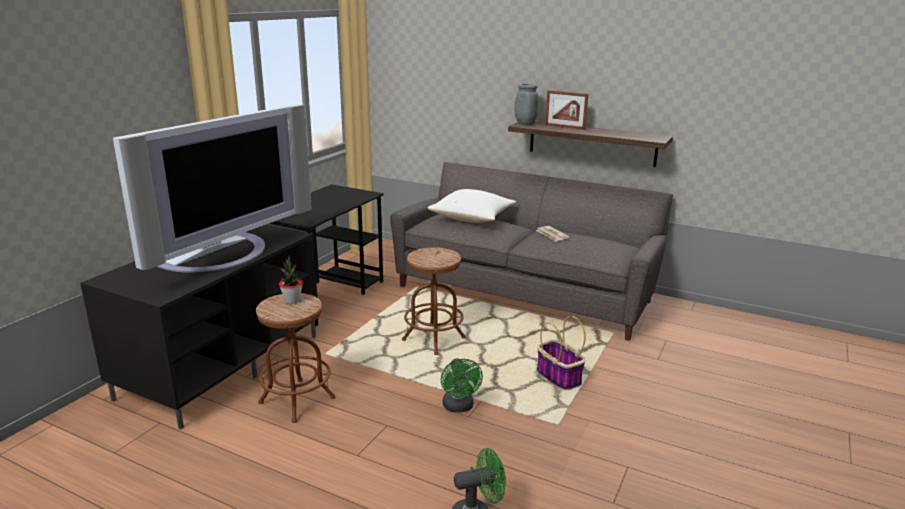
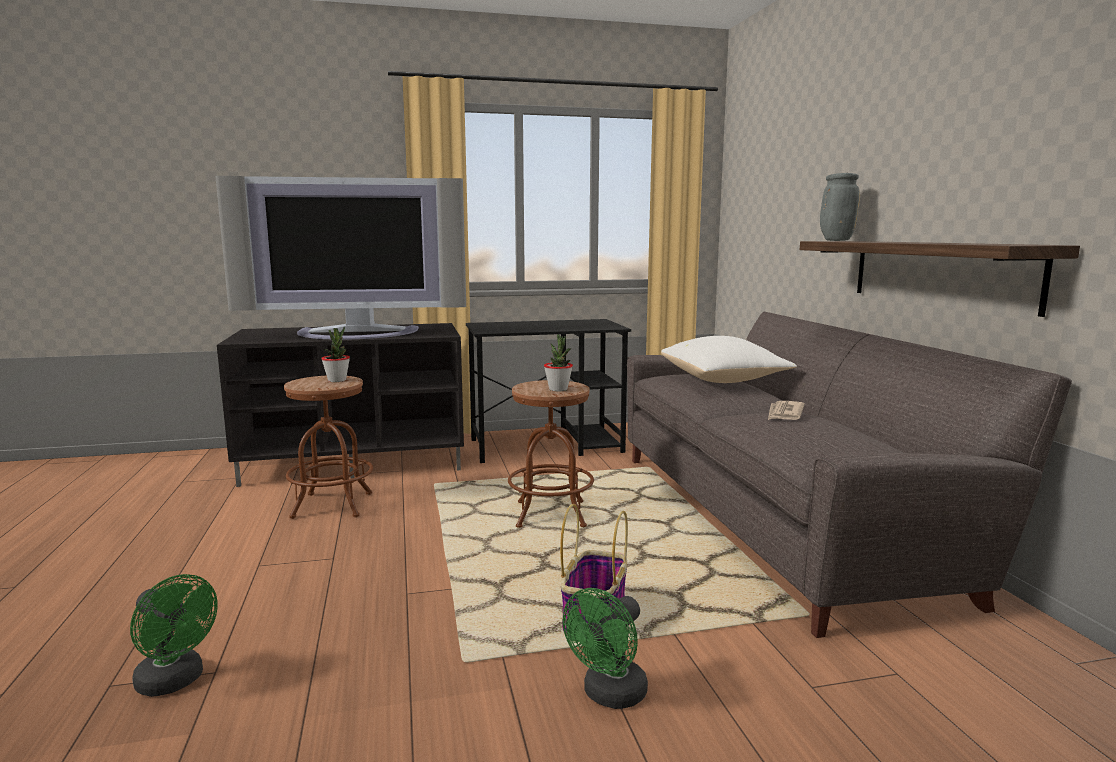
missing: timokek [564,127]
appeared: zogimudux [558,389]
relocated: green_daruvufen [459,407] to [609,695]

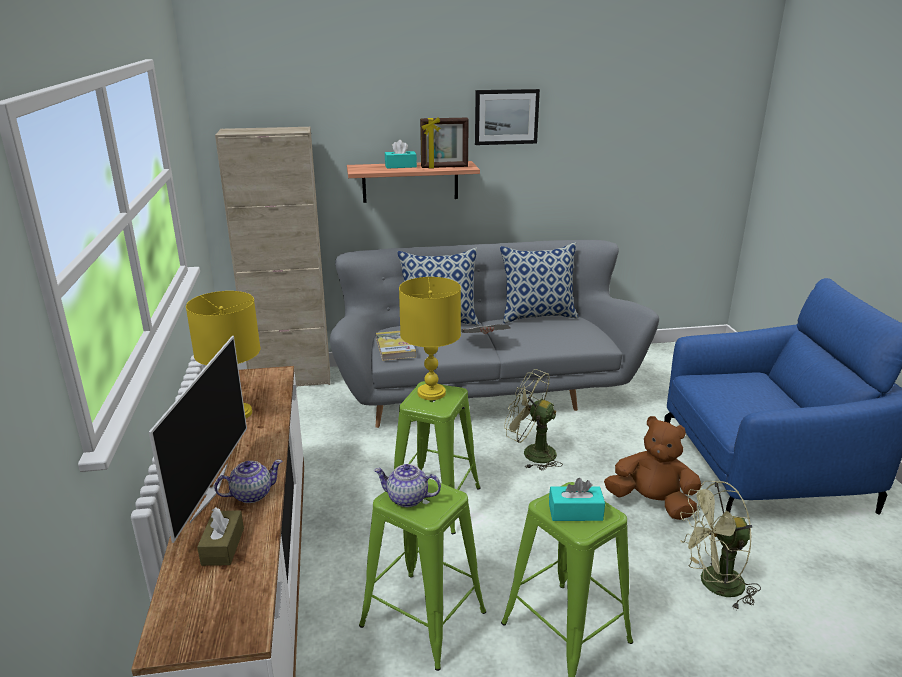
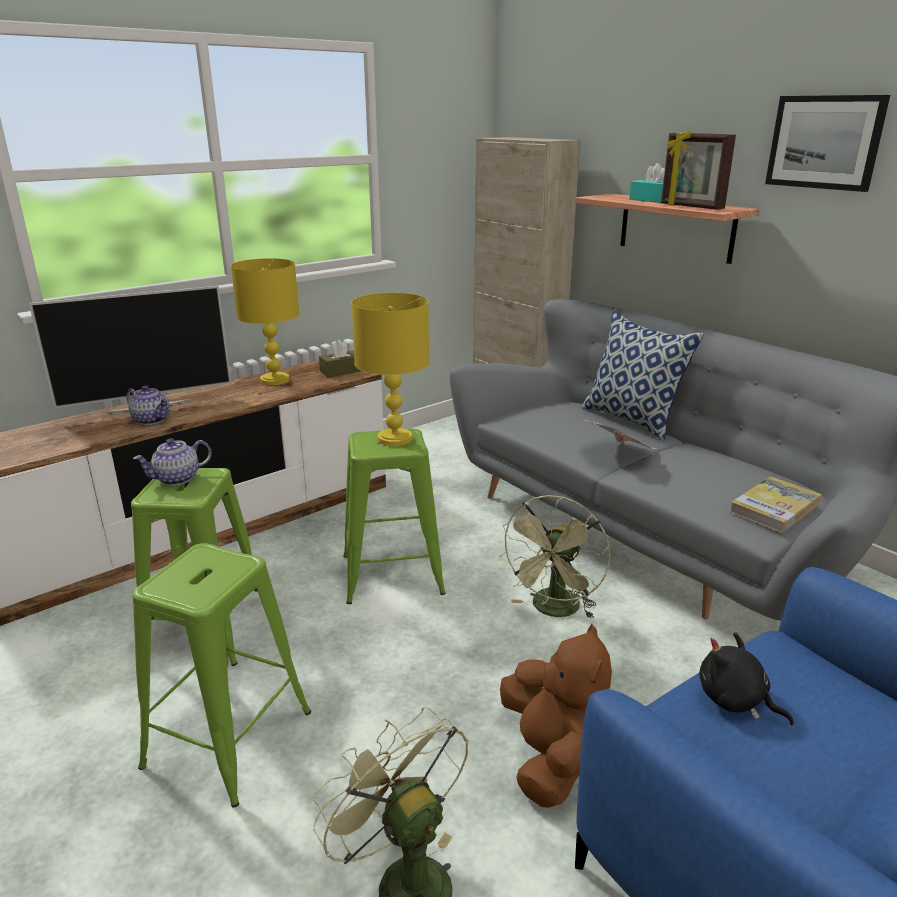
missing: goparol [538,316]; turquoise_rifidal [575,512]
appeared: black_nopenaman [735,700]
relocated: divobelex [395,348] to [774,508]; brown_rifidal [223,546] to [341,371]
spun: green_daruvufen [531,453] = [554,610] 150 degrees counterclockwise; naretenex [407,499] = [177,479] 105 degrees counterclockwise

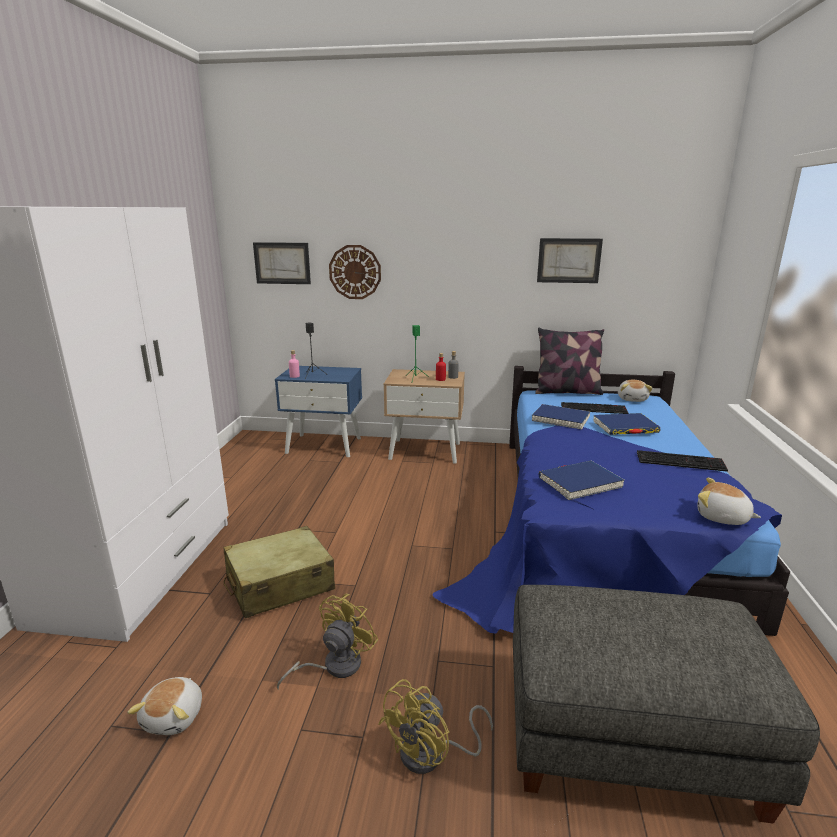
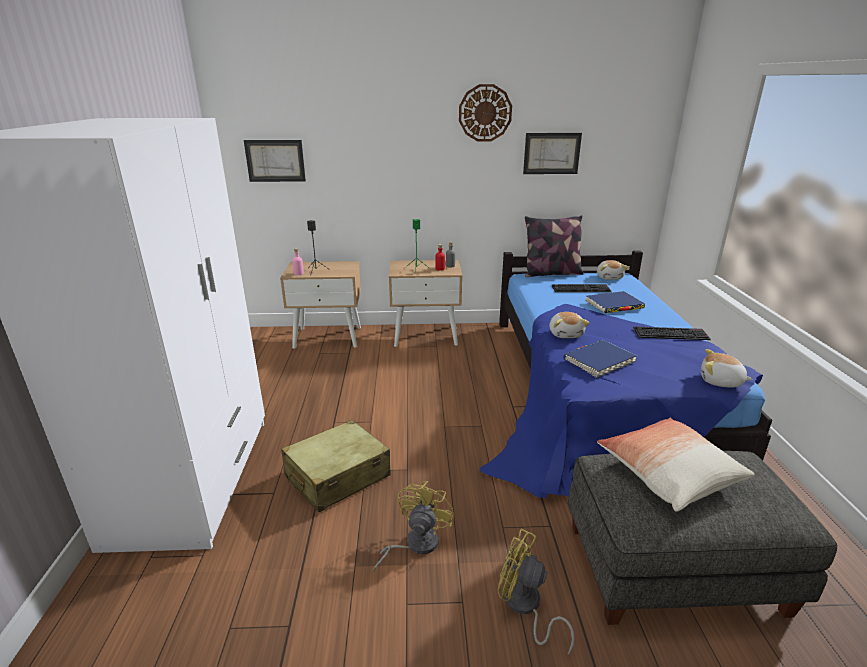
missing: blue_divobelex [560,419]
appeared: goparol [668,474]
relocated: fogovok [355,272] to [485,113]; nopenaman [175,717] to [566,334]
colour: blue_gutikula [324,445] to beige_gutikula [328,337]
spun: yellow_daruvufen [432,754] = [525,607] 90 degrees clockwise

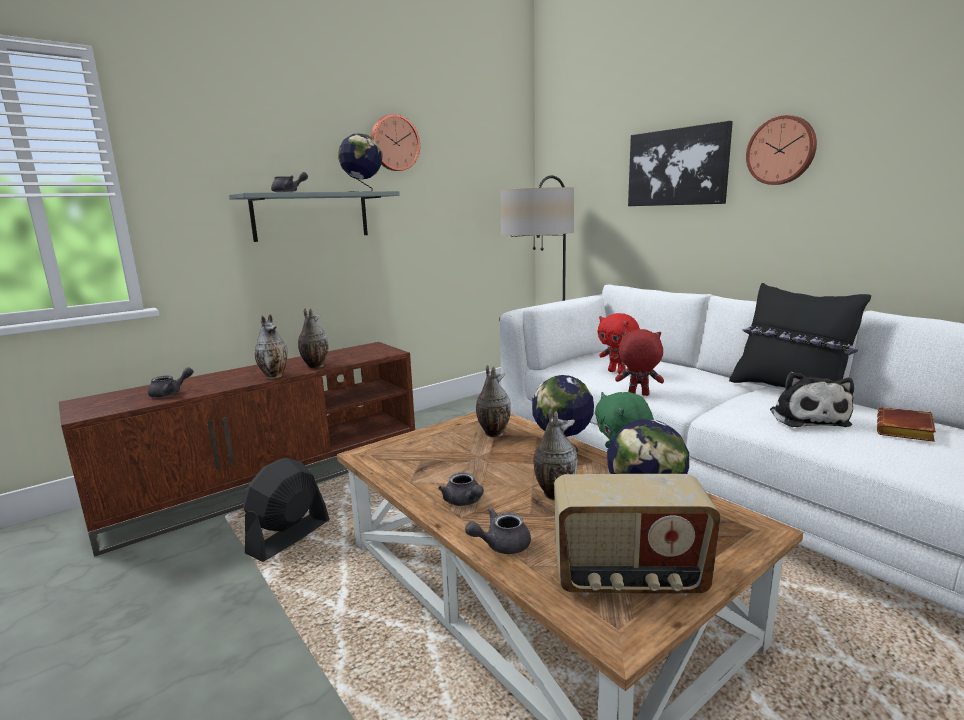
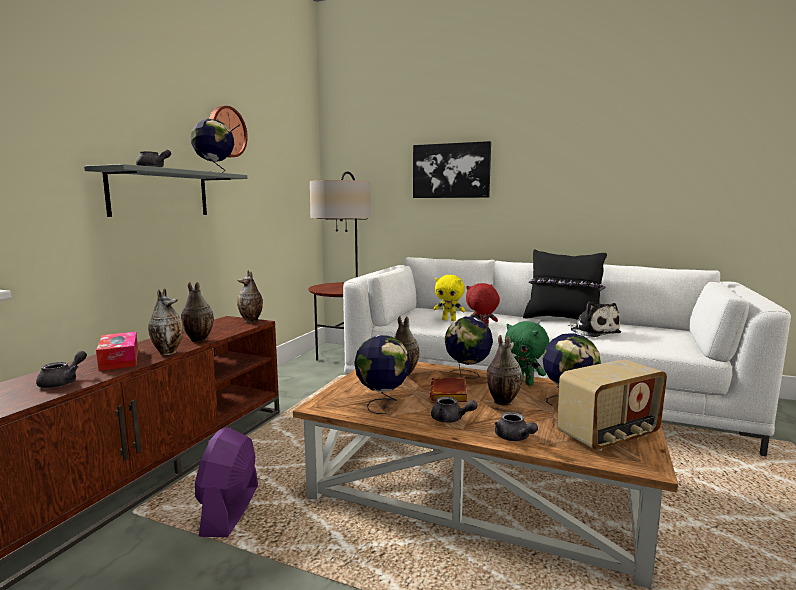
missing: fogovok [781,150]
appeared: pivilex [251,321]; rifidal [119,359]; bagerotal [382,404]
relocated: brown_divobelex [906,431] to [450,395]
colour: red_nopenaman [617,372] to yellow_nopenaman [449,320]; black_daruvufen [288,537] to purple_daruvufen [230,510]
spun: grey_naretenex [501,545] = [514,438] 60 degrees counterclockwise

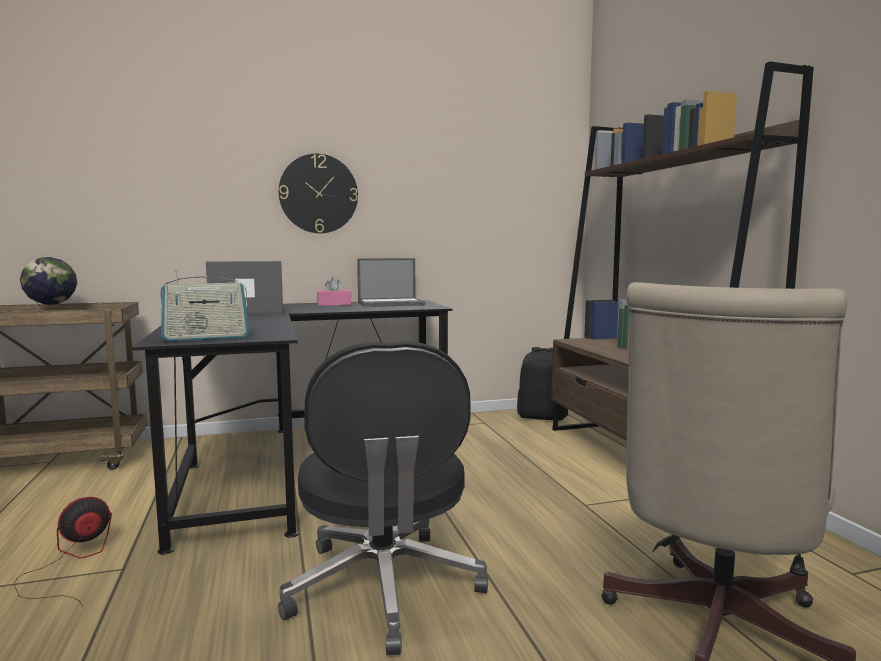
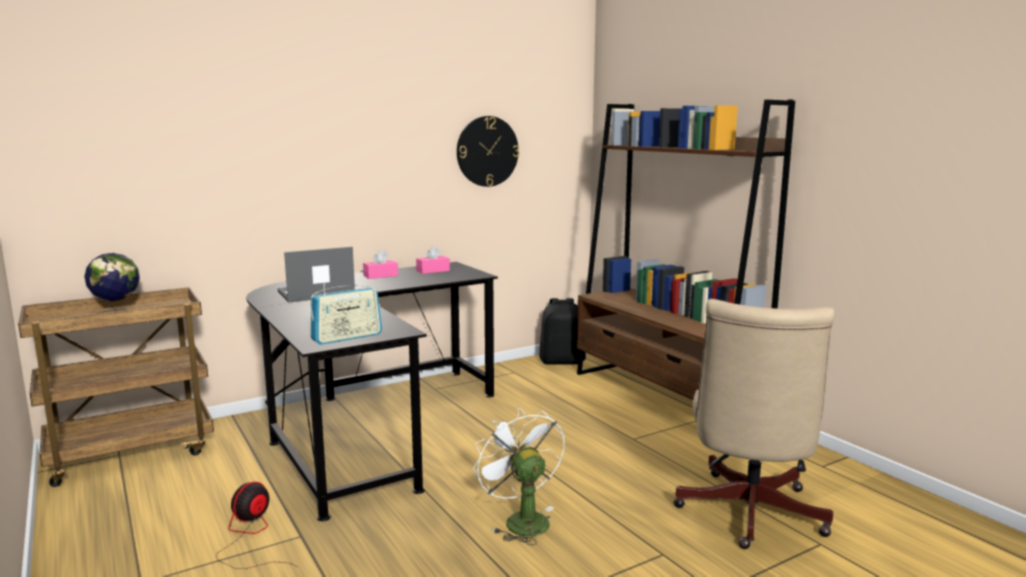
relocated: fogovok [318,194] to [487,151]
exchanged: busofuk [391,303] to pink_rifidal [433,271]; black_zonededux [384,588] to white_daruvufen [520,520]

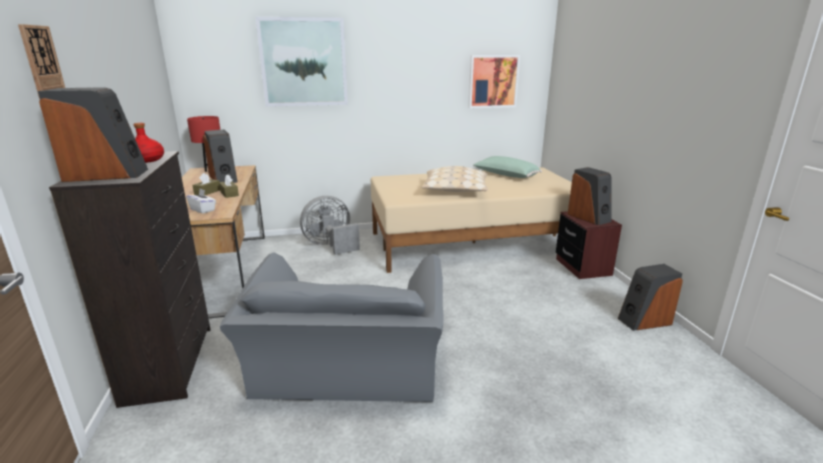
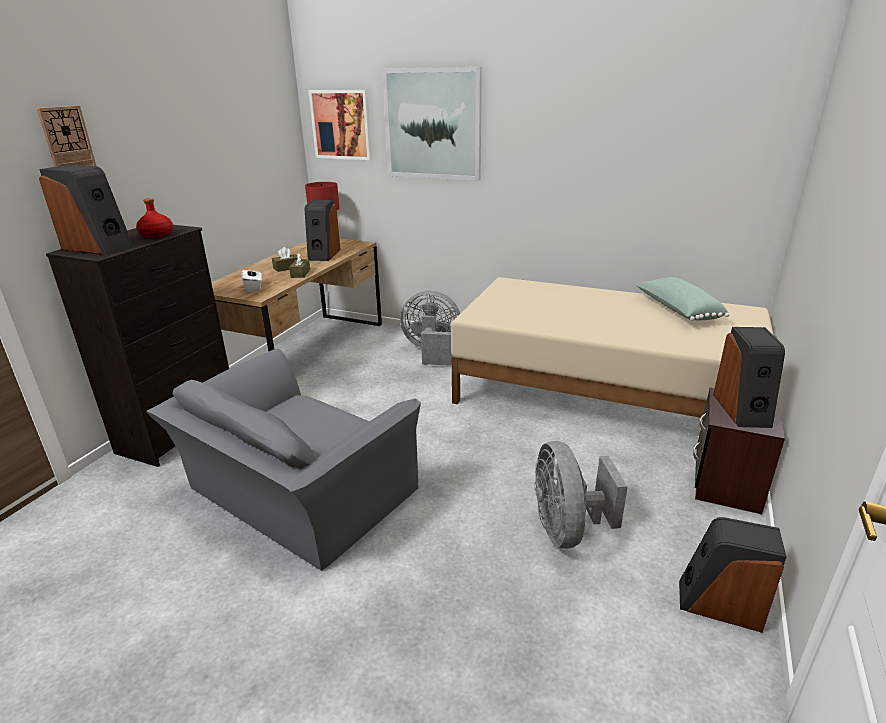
missing: beige_goparol [455,190]
appeared: grey_daruvufen [567,529]
relocated: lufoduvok [493,81] to [341,125]

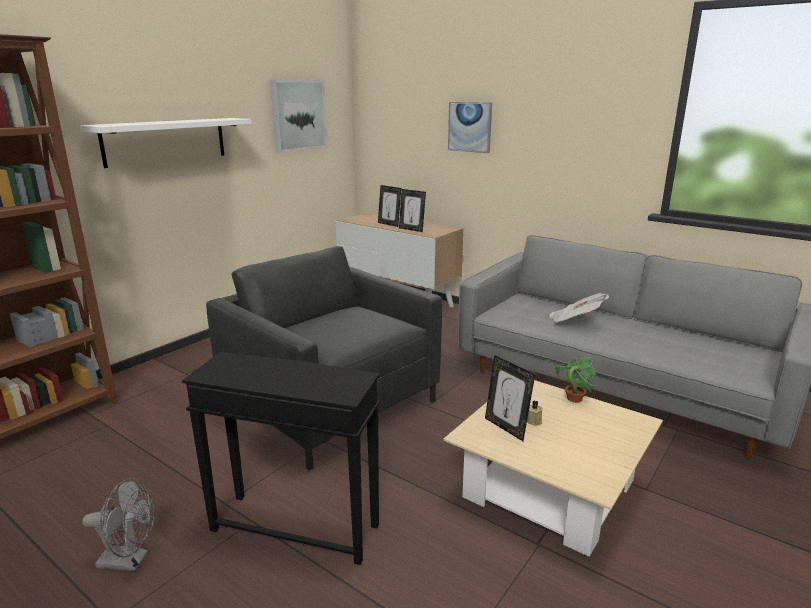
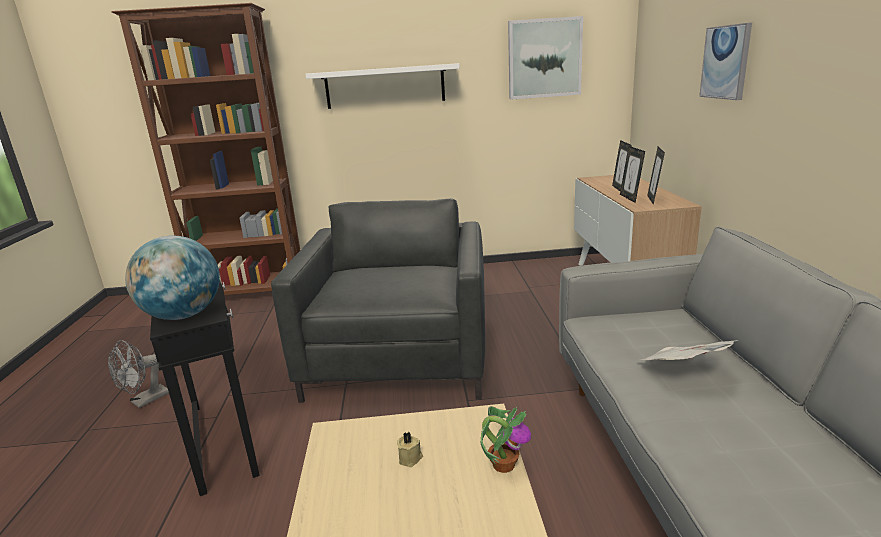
appeared: bagerotal [183,315]
relocated: timokek [506,428] to [653,199]
spun: grey_daruvufen [130,560] = [145,401] 75 degrees clockwise

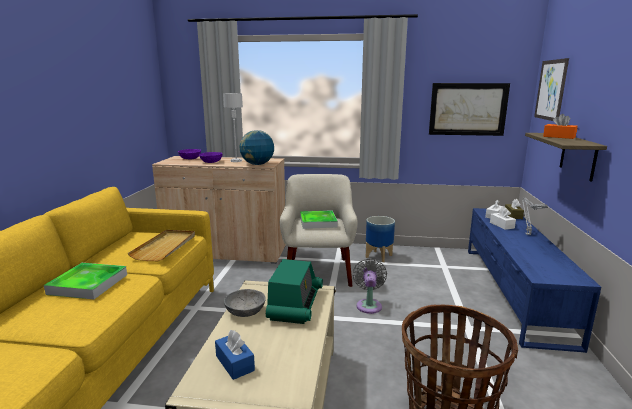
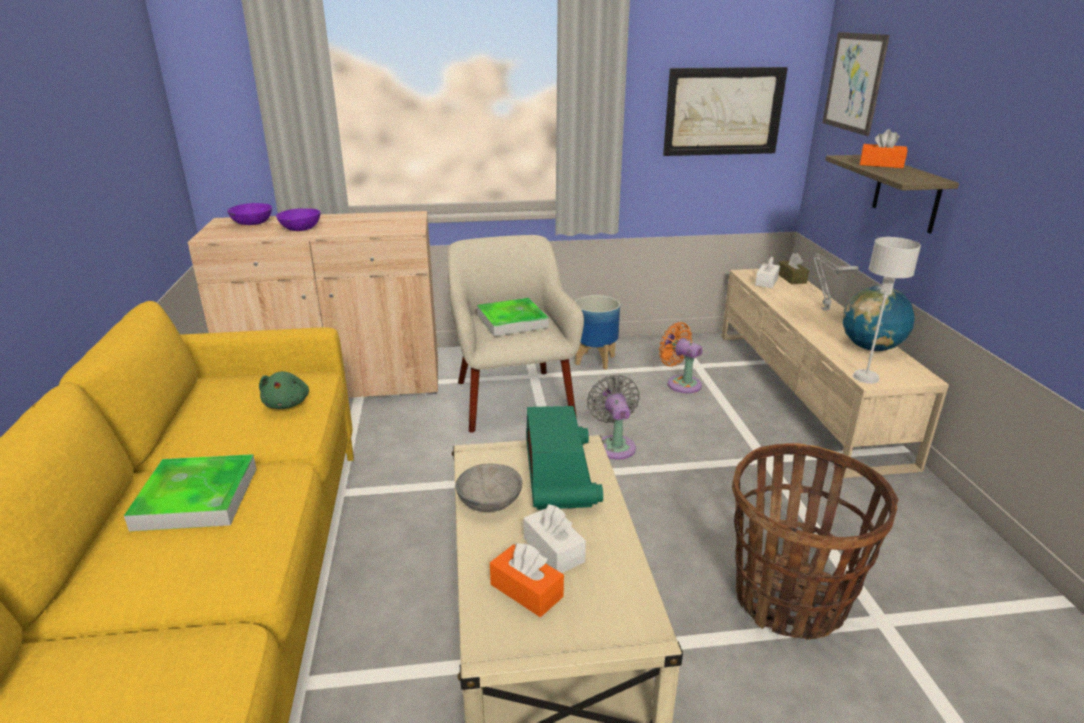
appeared: orange_daruvufen [681,383]
relocated: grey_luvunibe [236,161] to [865,377]; bagerotal [257,164] to [871,348]; white_rifidal [501,225] to [553,550]
exchanged: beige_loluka [165,247] to green_nopenaman [287,404]
colour: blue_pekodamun [513,291] to beige_pekodamun [805,393]; blue_rifidal [235,363] to orange_rifidal [526,590]

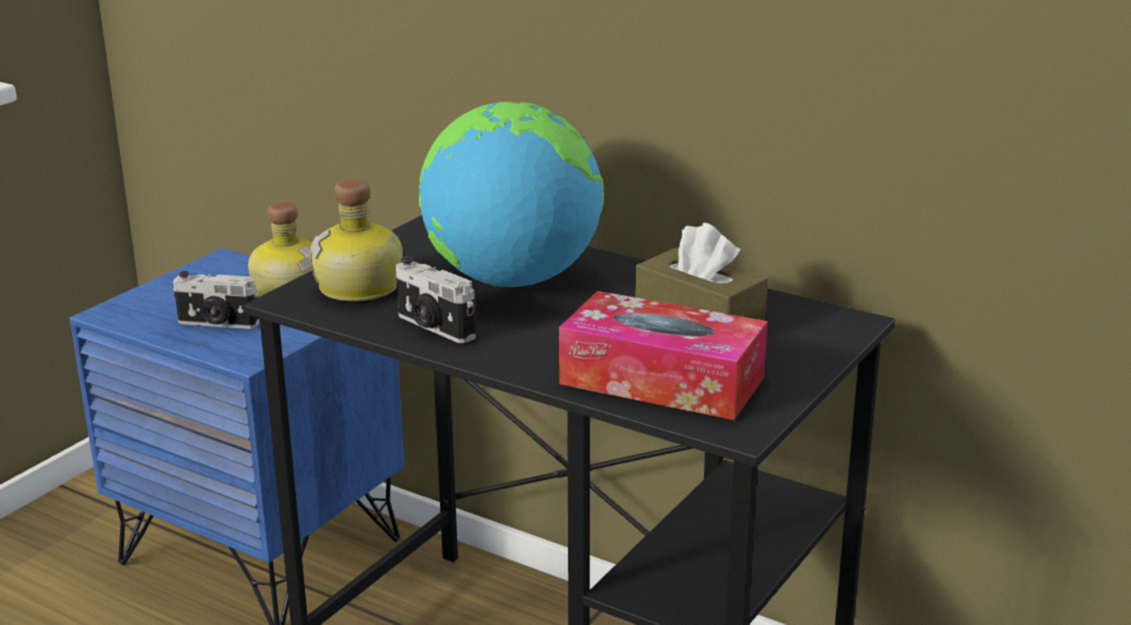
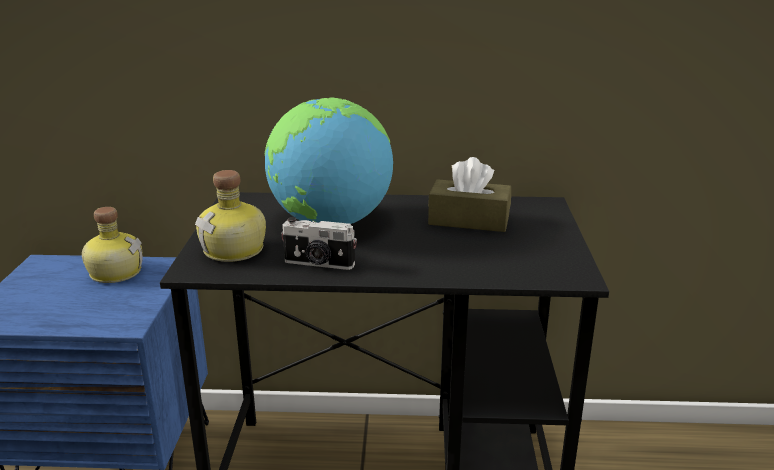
missing: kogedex [218,324]; rifidal [662,380]

